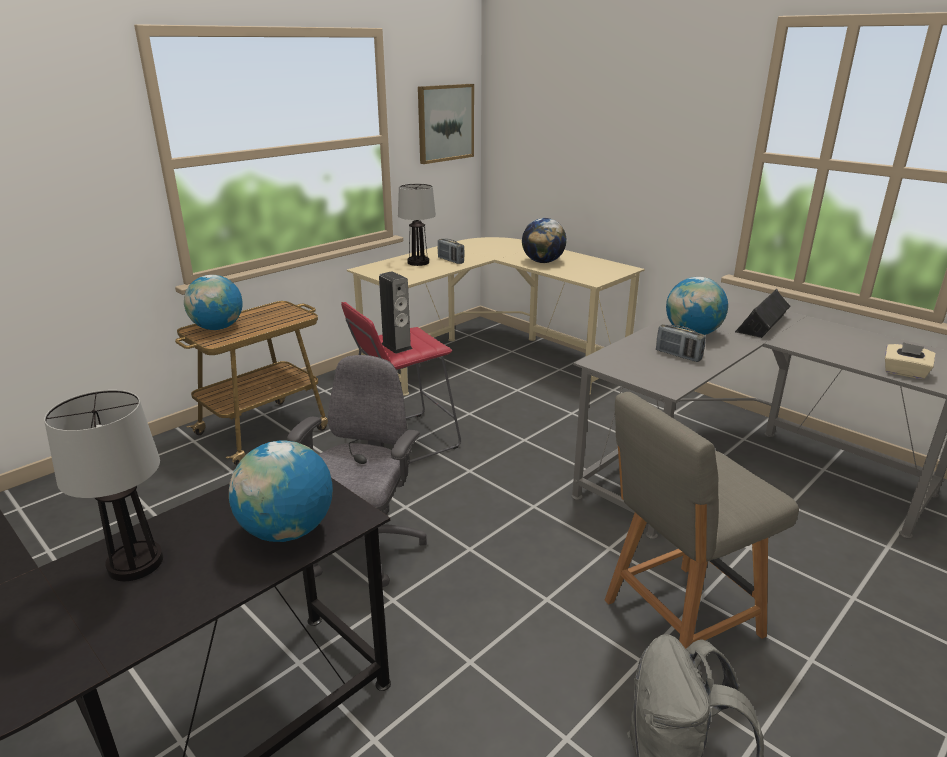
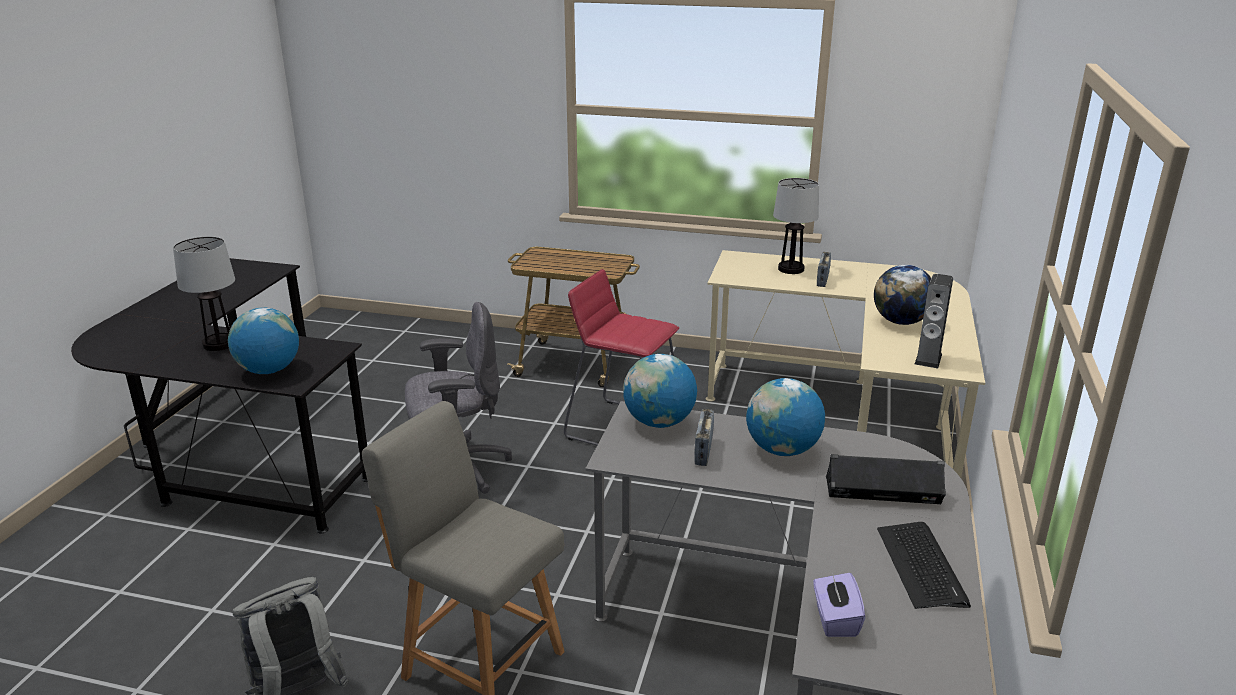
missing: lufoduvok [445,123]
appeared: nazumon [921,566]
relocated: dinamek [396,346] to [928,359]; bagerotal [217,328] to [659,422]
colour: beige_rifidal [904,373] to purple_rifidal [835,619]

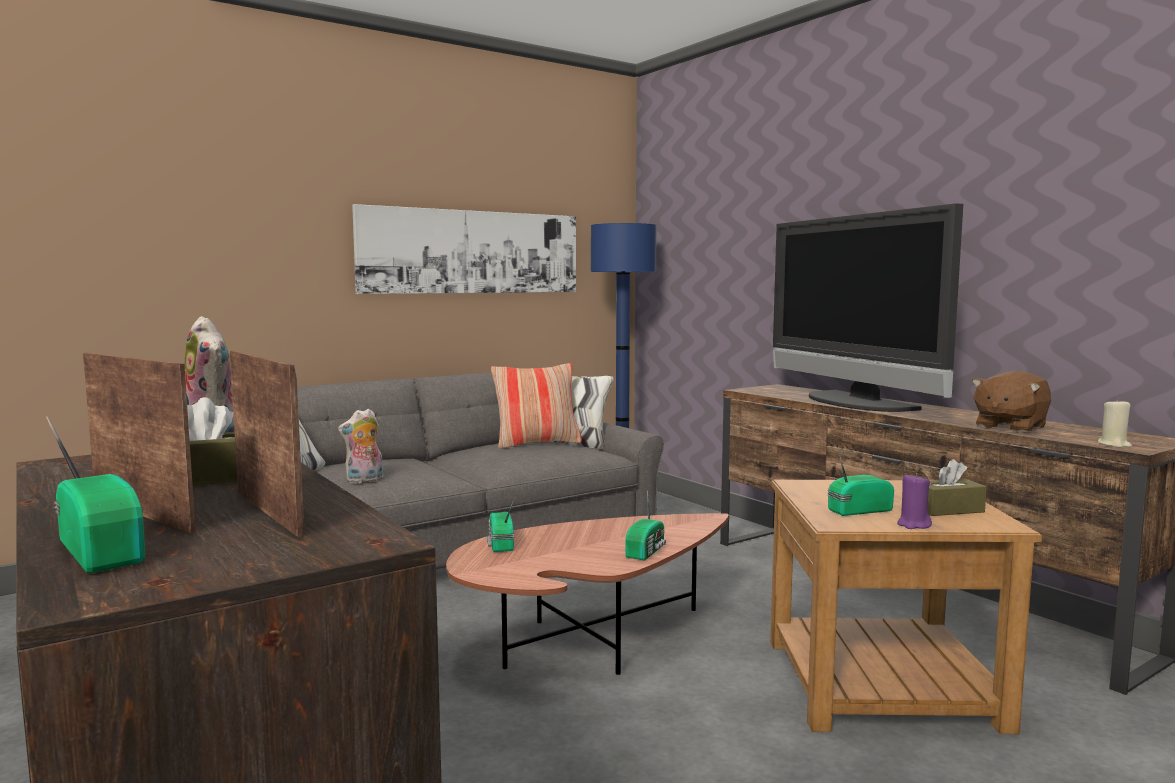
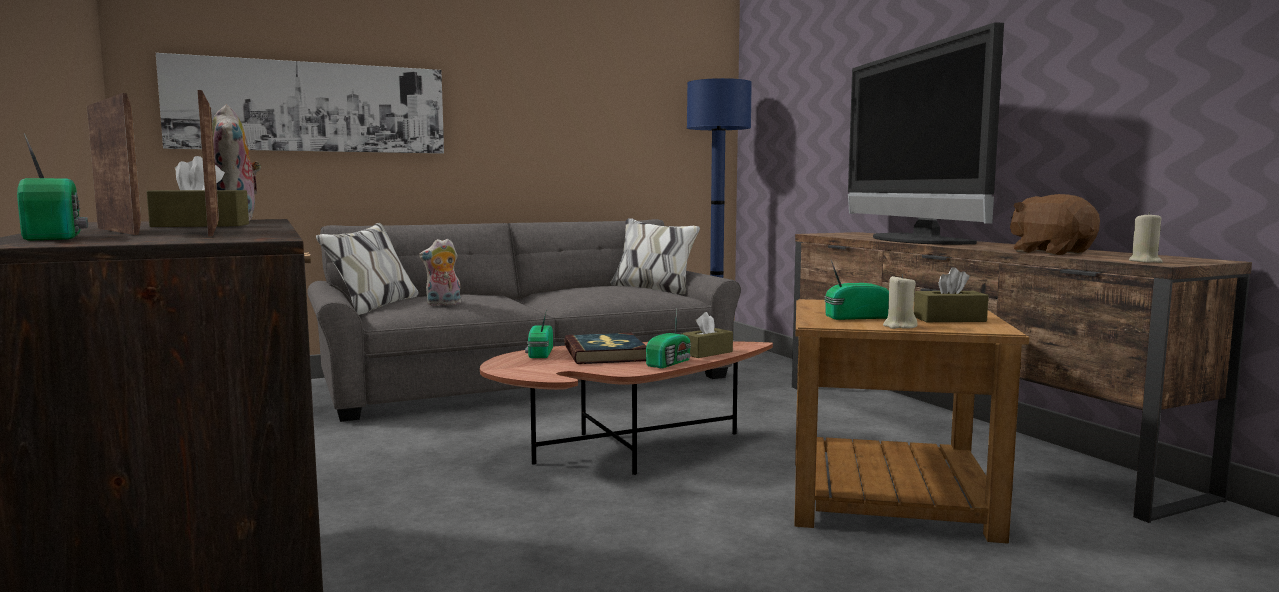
missing: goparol [537,443]
appeared: brown_rifidal [706,353]; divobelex [605,353]
relocated: lufoduvok [472,252] to [310,107]
colour: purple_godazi [913,525] to beige_godazi [899,326]
spun: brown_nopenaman [1009,427] = [1051,252] 90 degrees clockwise

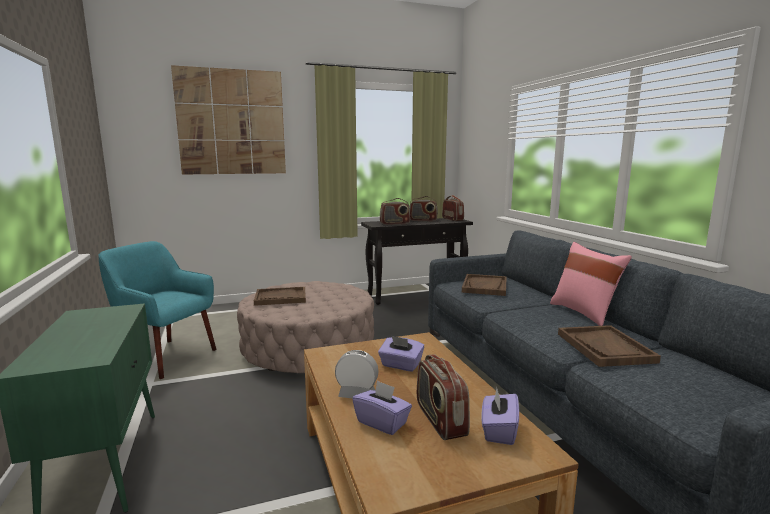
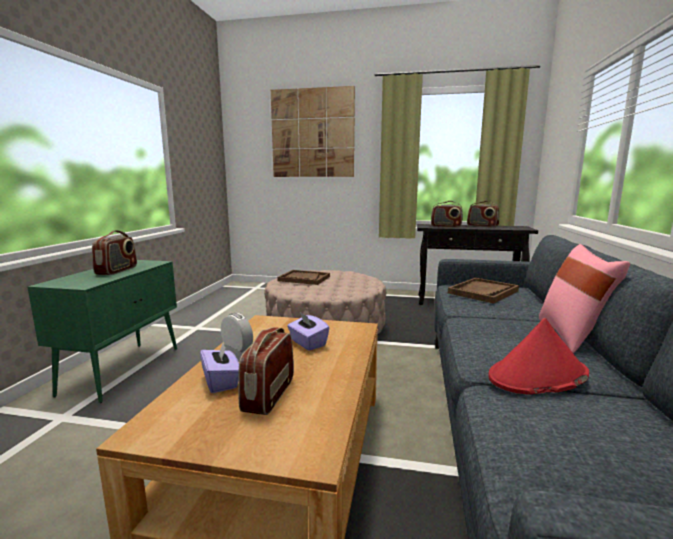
missing: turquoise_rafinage [166,357]; purple_rifidal [498,431]
relocated: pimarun [452,219] to [117,271]
exchanged: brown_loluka [605,348] to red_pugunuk [537,376]

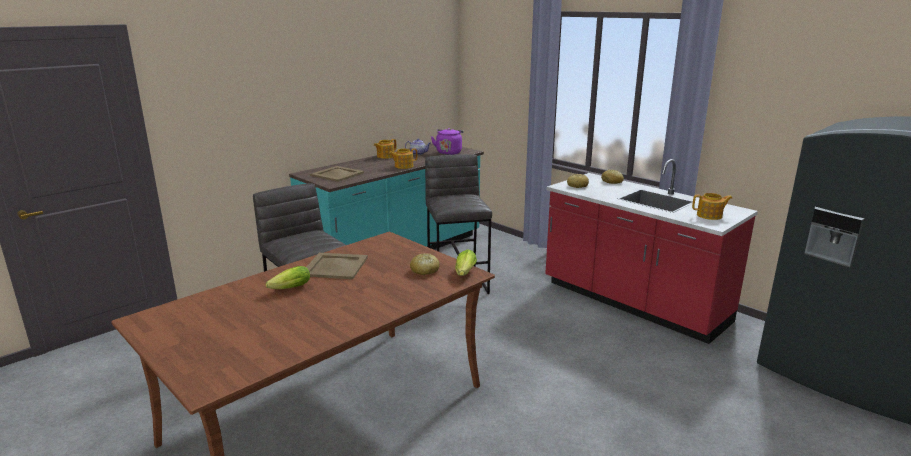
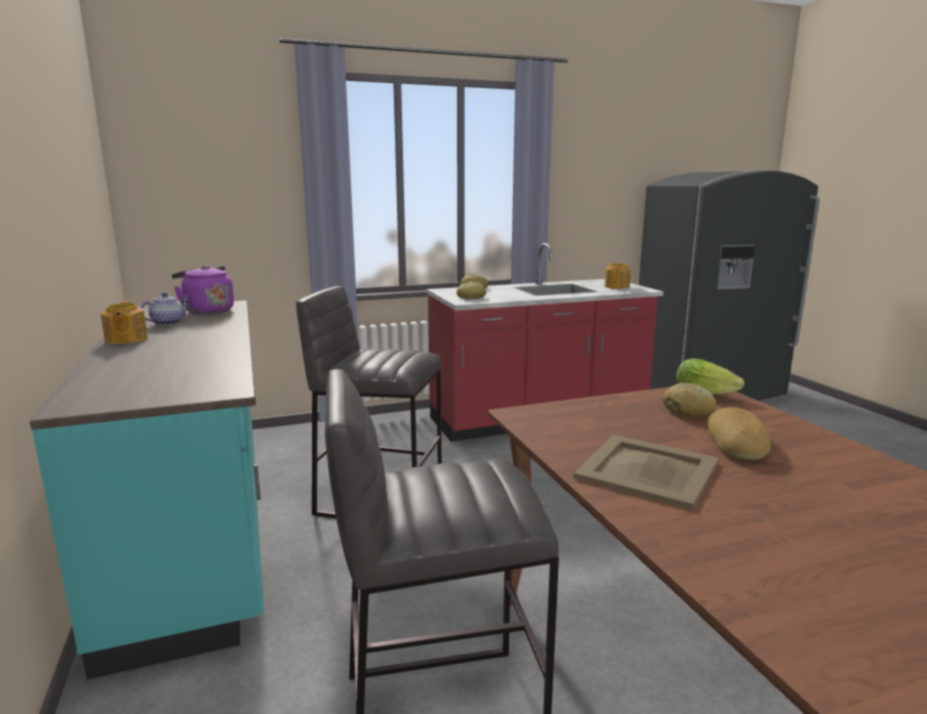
missing: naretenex [403,166]; beige_loluka [337,174]; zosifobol [288,289]
appeared: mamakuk [739,442]

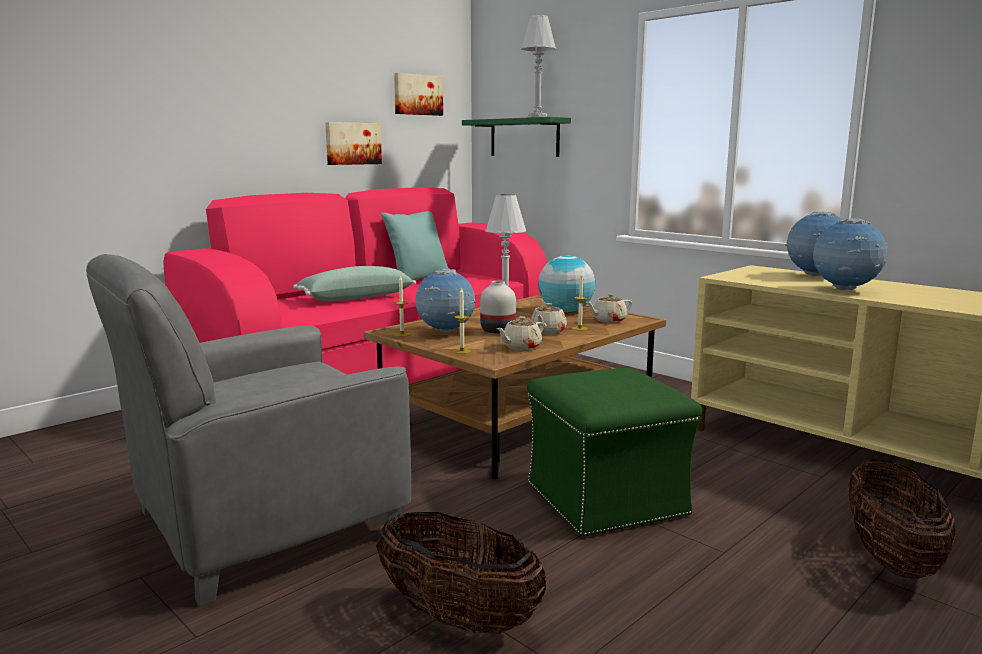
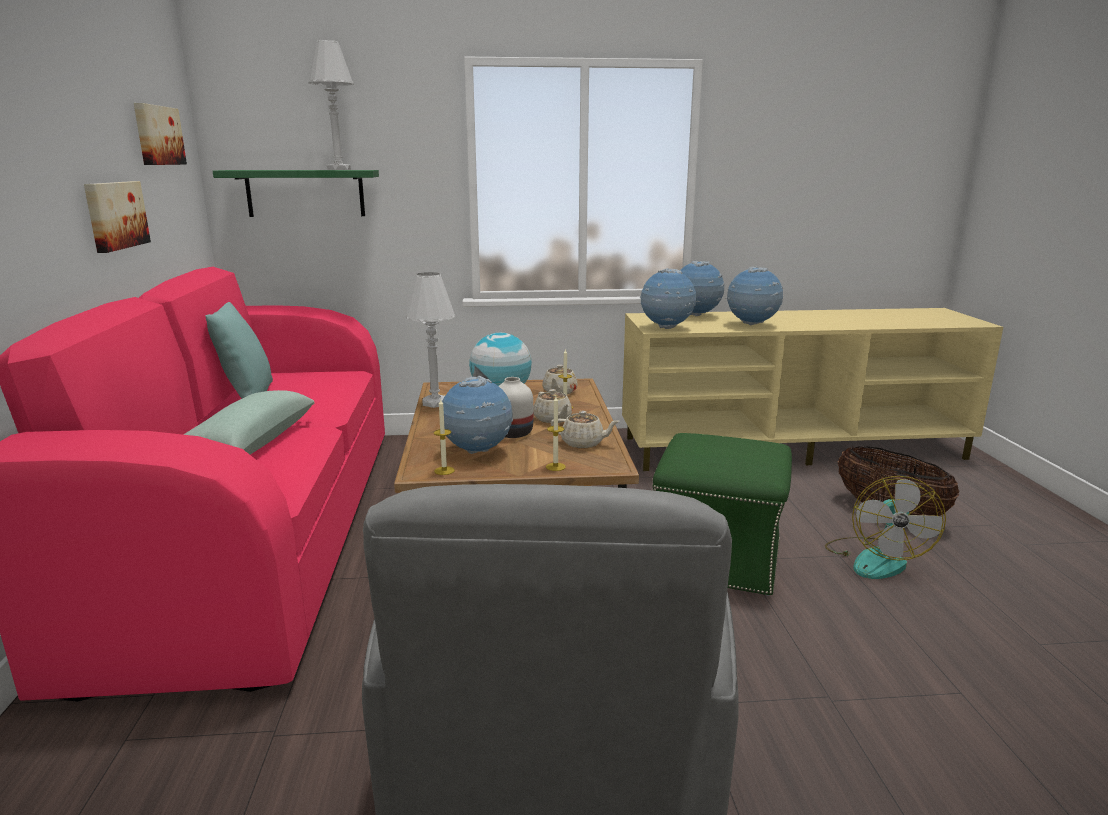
missing: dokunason [458,617]
appeared: bagerotal [666,328]; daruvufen [876,558]
spun: beige_naretenex [520,347] = [583,443] 75 degrees counterclockwise

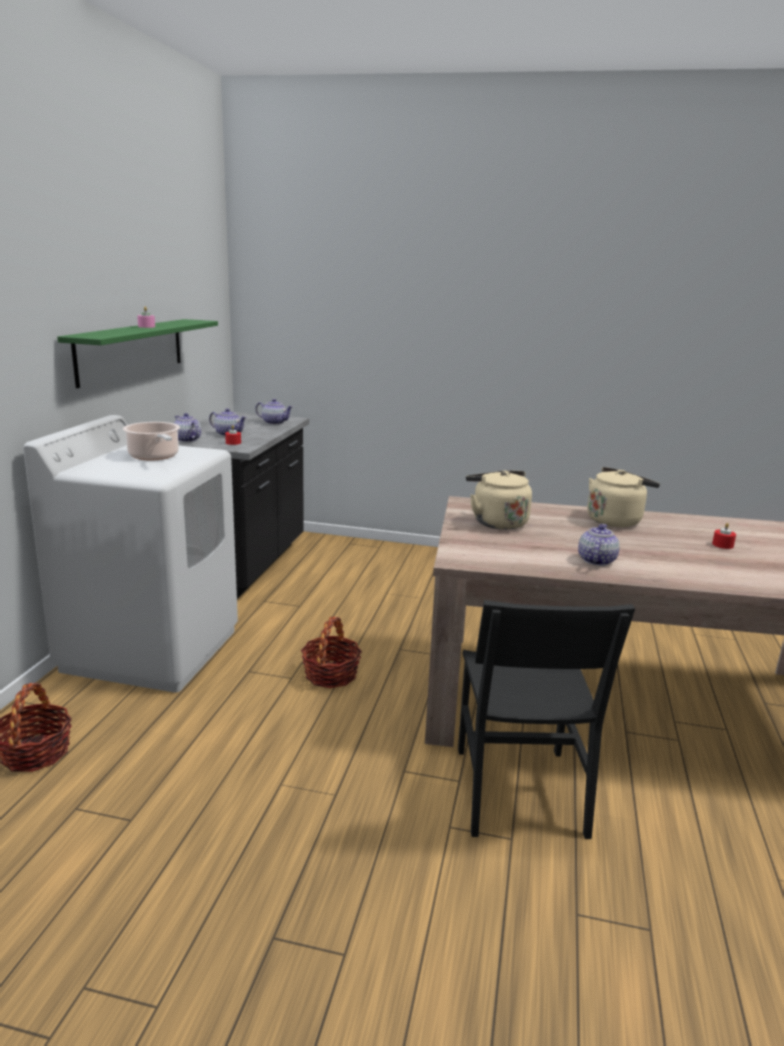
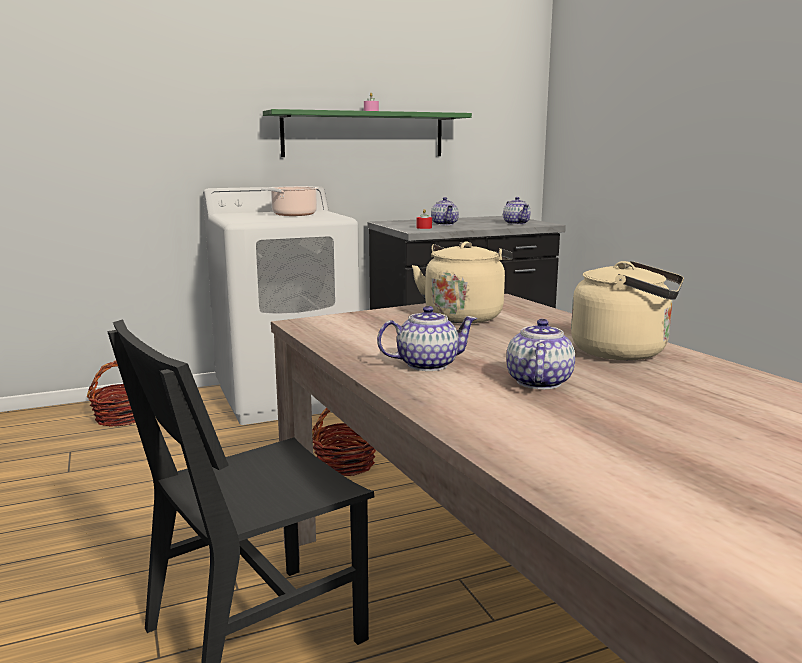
missing: red_godazi [722,545]
relocated: naretenex [187,440] to [538,382]

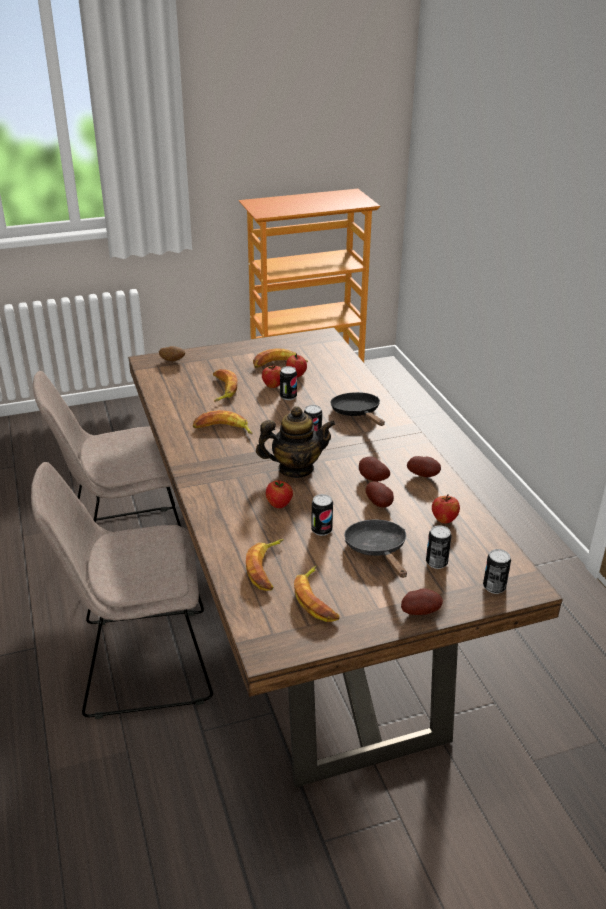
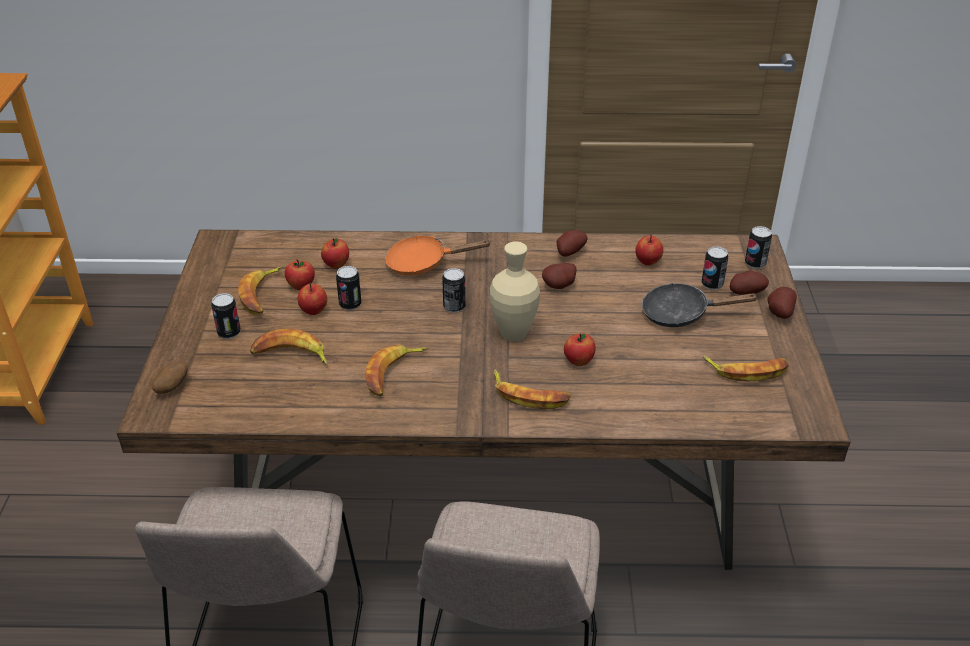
appeared: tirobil [336,265]
relocated: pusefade [380,504] to [746,293]; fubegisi [321,530] to [229,332]; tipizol [266,568] to [529,395]
exchanged: naretenex [295,469] to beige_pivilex [513,334]
colour: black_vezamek [357,413] to orange_vezamek [423,263]

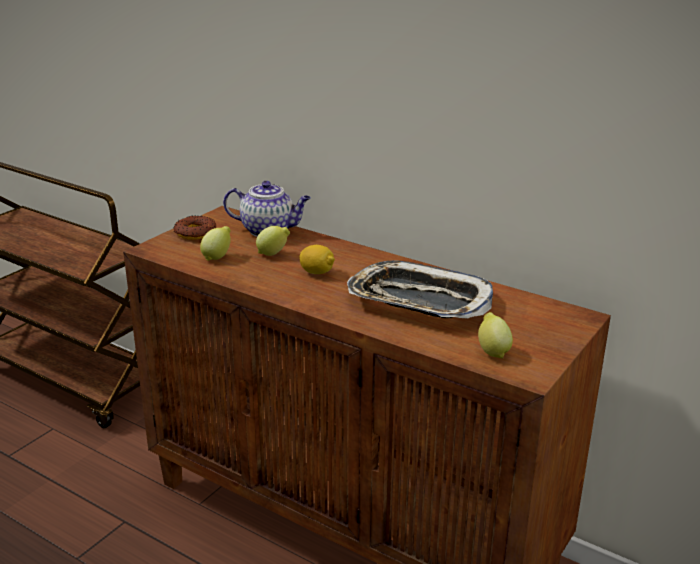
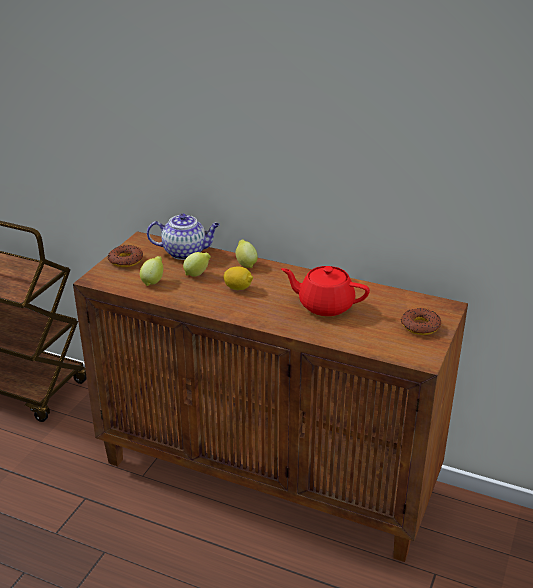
appeared: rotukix [420,326]
relocated: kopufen [492,351] to [246,264]
exchanged: loluka [419,300] to red_naretenex [325,305]

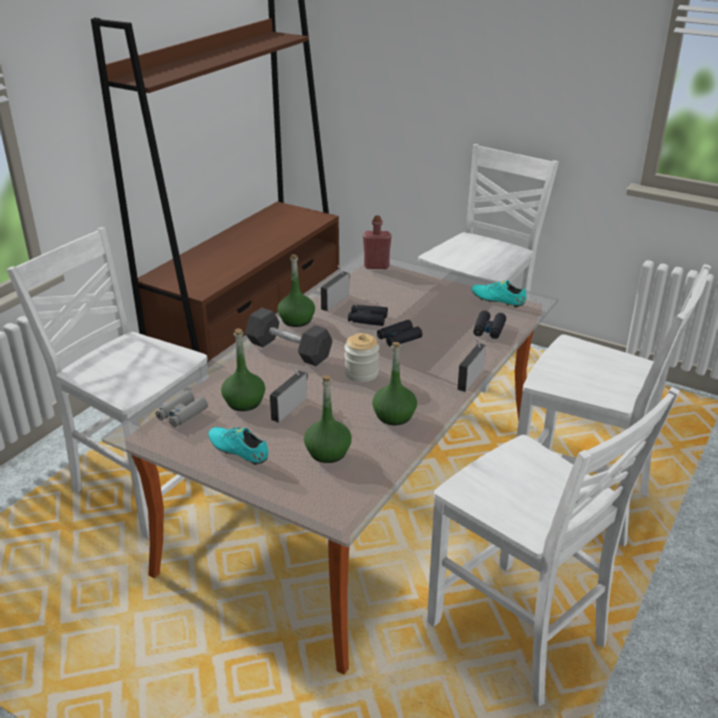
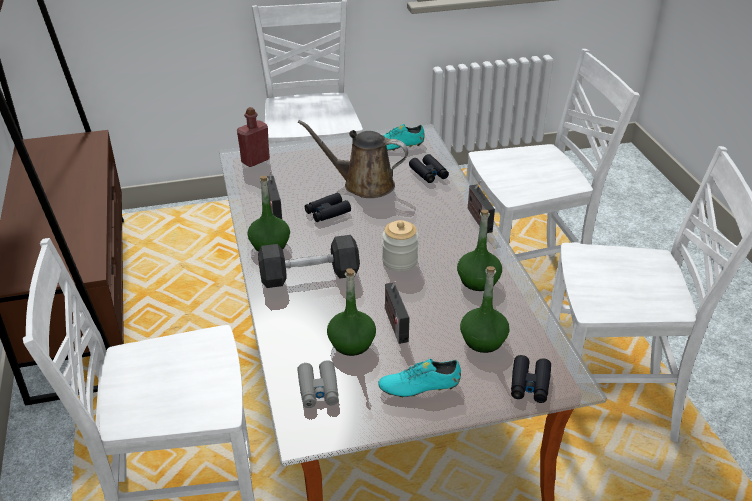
appeared: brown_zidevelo [363,184]
relocated: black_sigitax [399,338] to [529,384]

